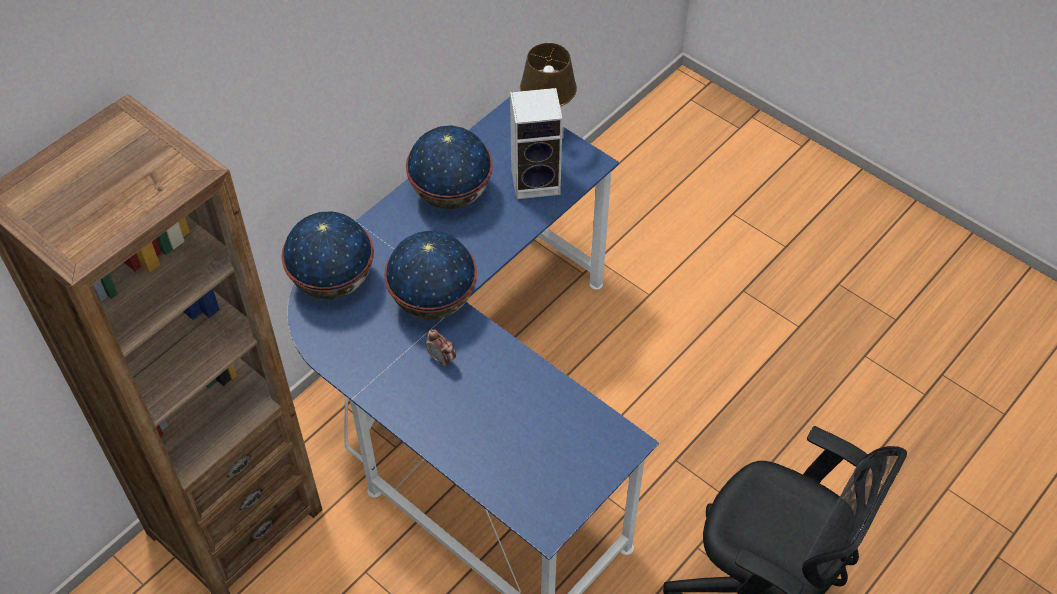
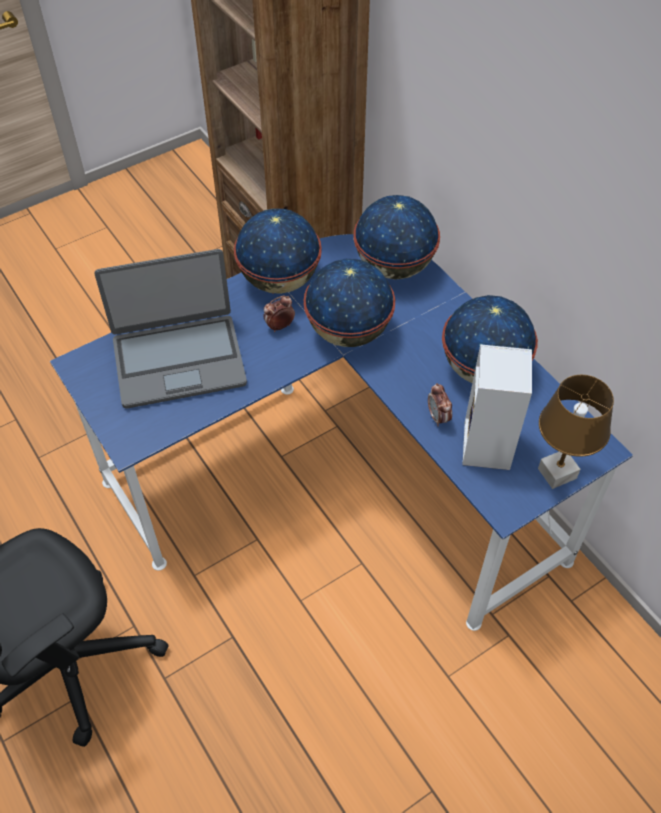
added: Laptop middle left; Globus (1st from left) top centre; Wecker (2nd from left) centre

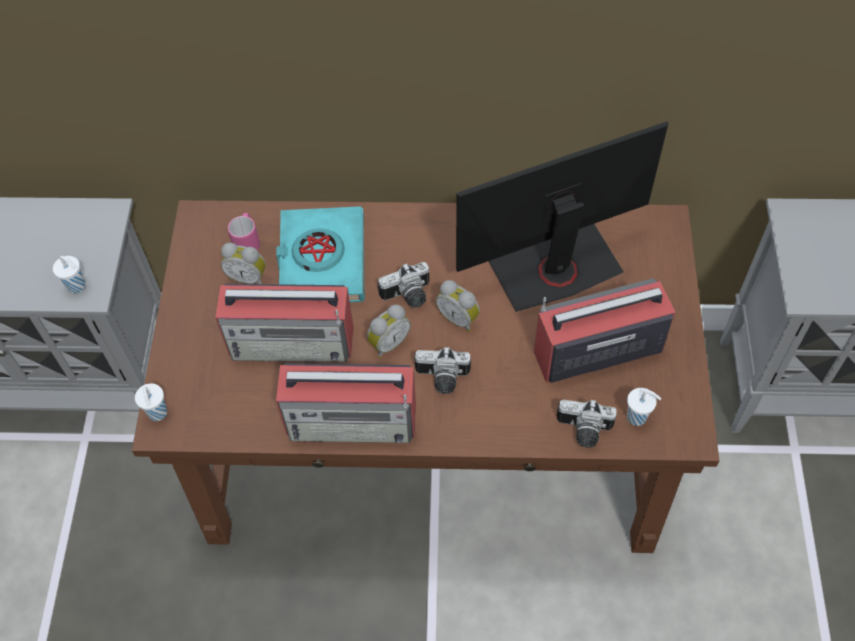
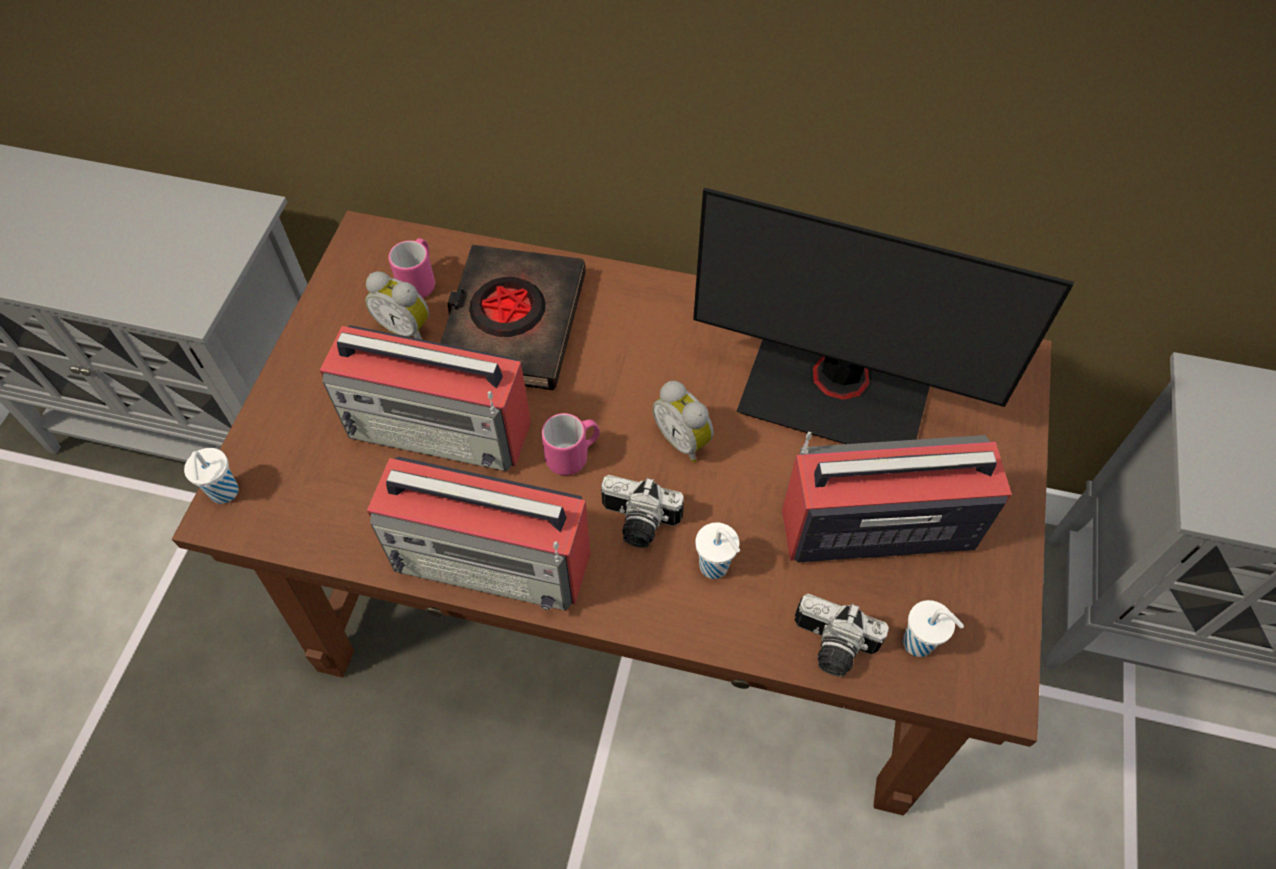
removed: Kamera (1st from left) centre
moved: Tasse (weiß) (1st from left in the first image) middle left to Tasse (weiß) (2nd from left) centre
replaced: Wecker (2nd from left) centre to Henkelbecher (rosa) (2nd from left) centre
recoloured: Buch (türkis) centre to Buch (schwarz) centre
turned: Monitor centre = middle right 150 degrees counterclockwise

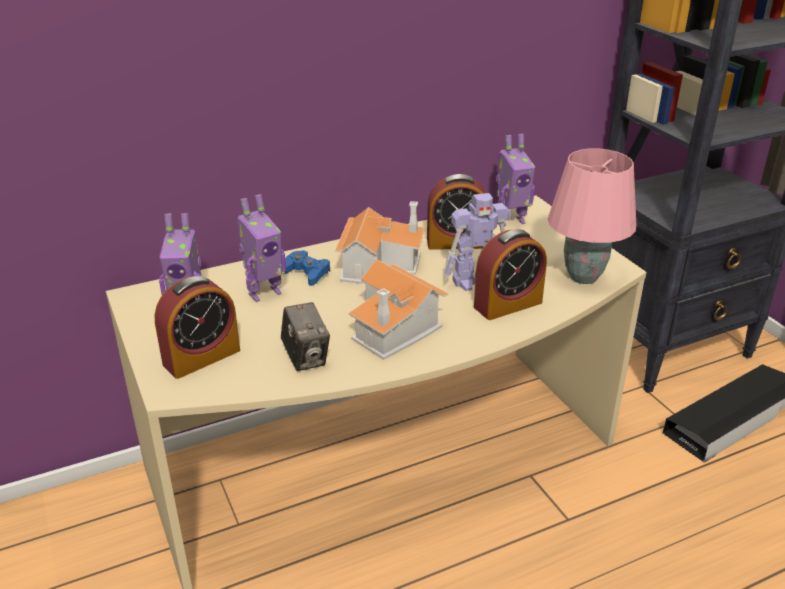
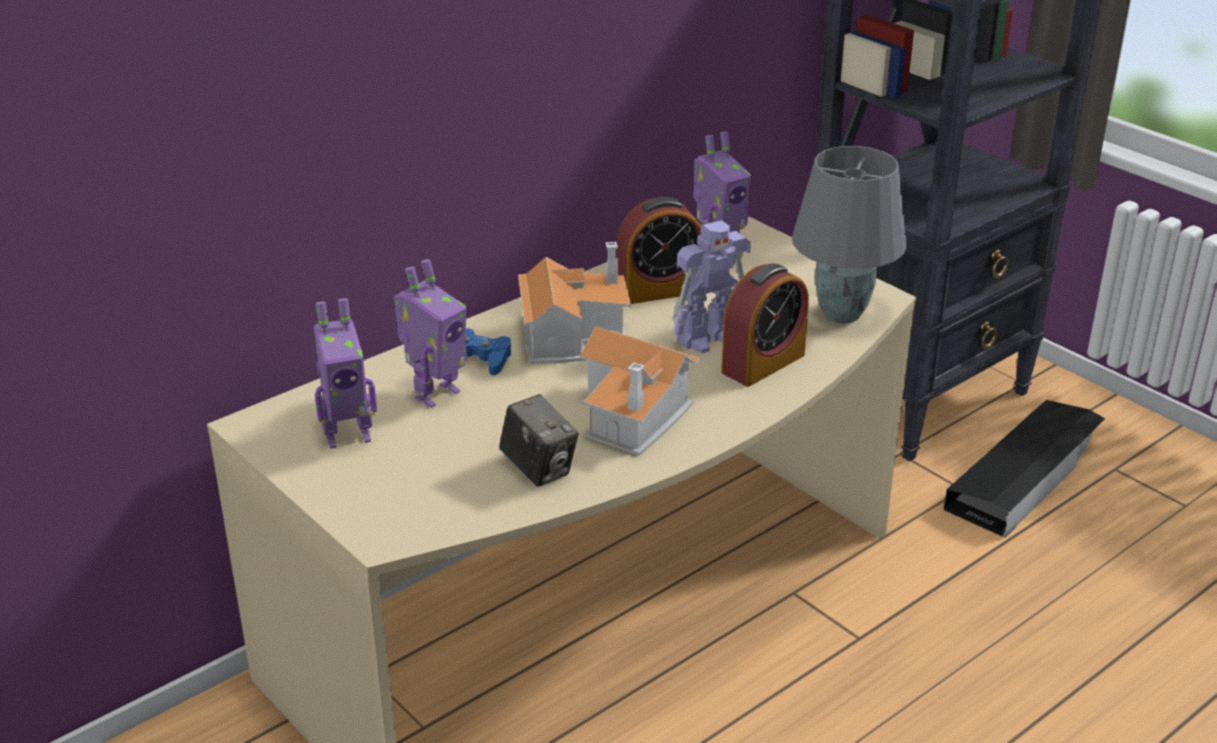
removed: Wecker (1st from left) middle left
recoloured: Tischlampe (rosa) middle right to Tischlampe (grau) top right

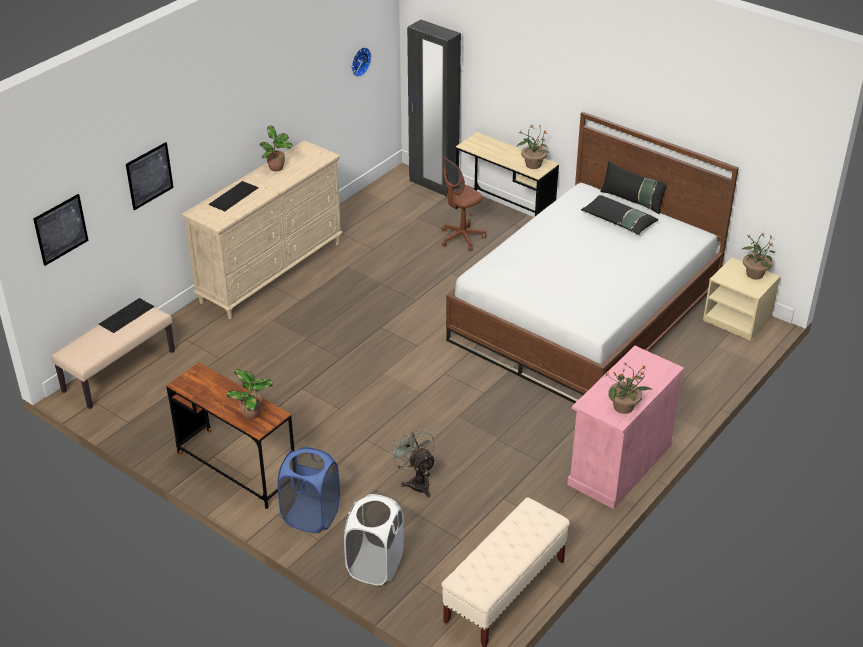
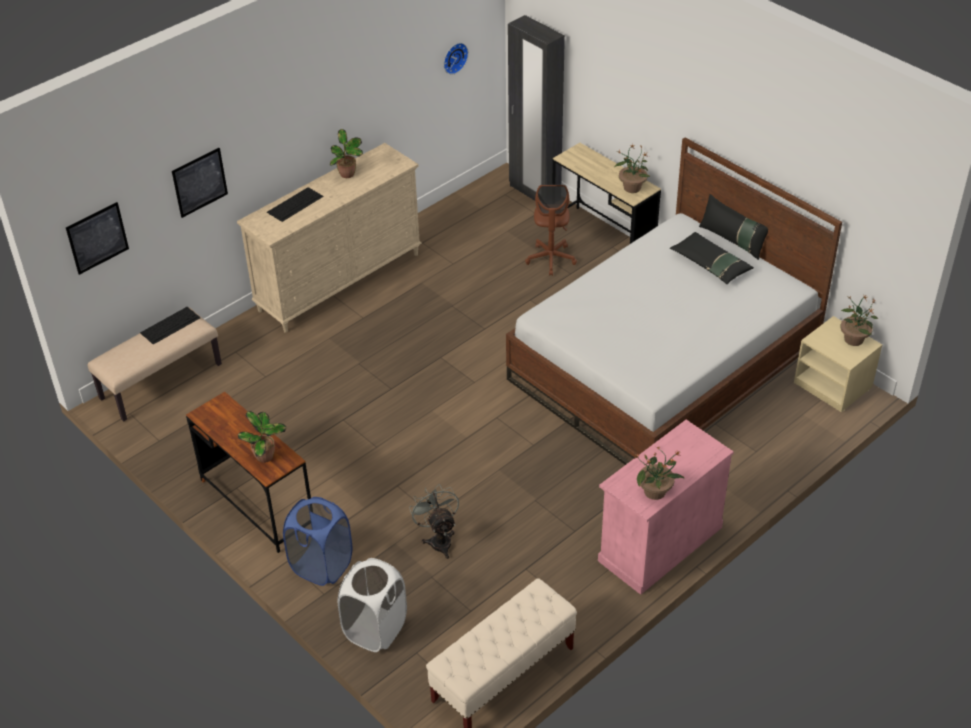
turned: Bürostuhl (braun) top centre = top centre 60 degrees counterclockwise

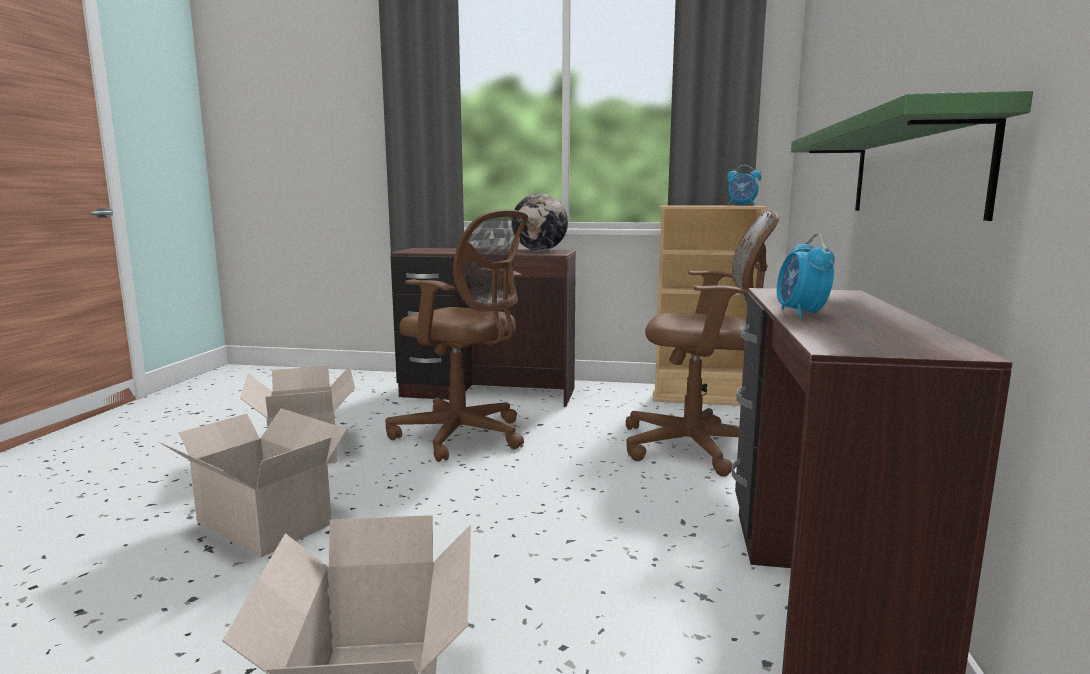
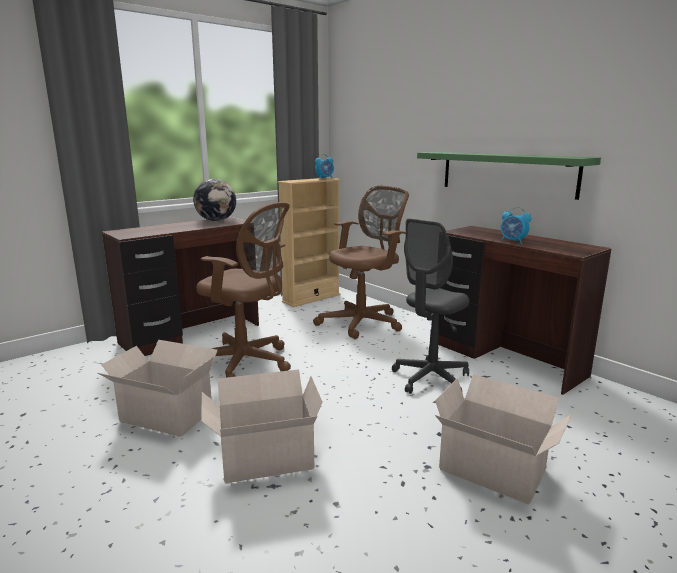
added: Bürostuhl (grau) centre
turned: Bürostuhl (braun) (1st from left) centre = centre 45 degrees clockwise

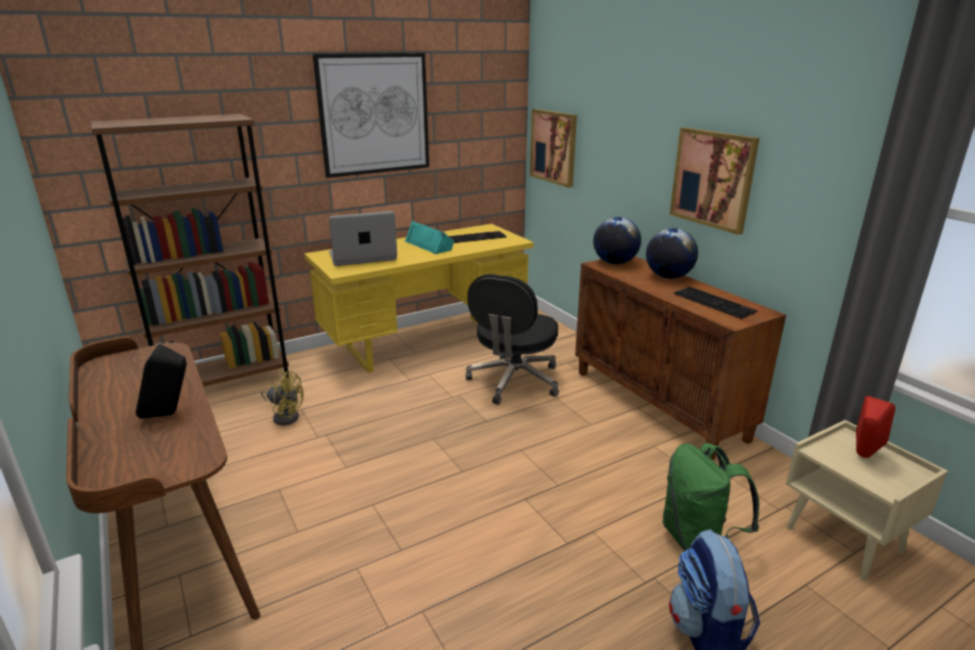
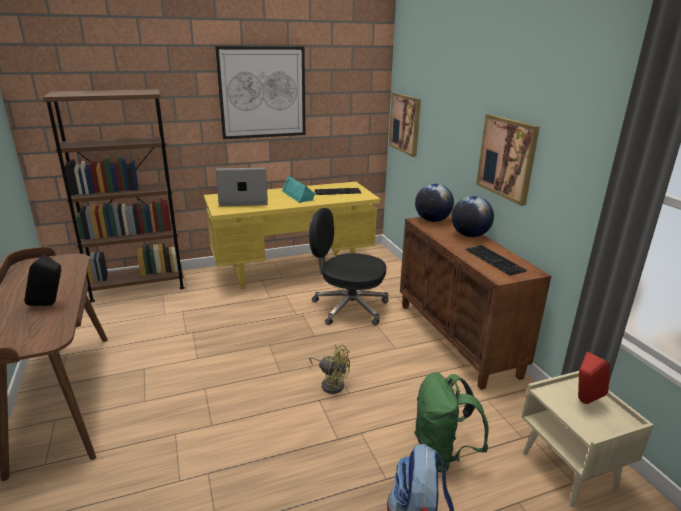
moved: Ventilator (gelb) middle left to bottom centre
turned: Bürostuhl (schwarz) centre = centre 75 degrees clockwise

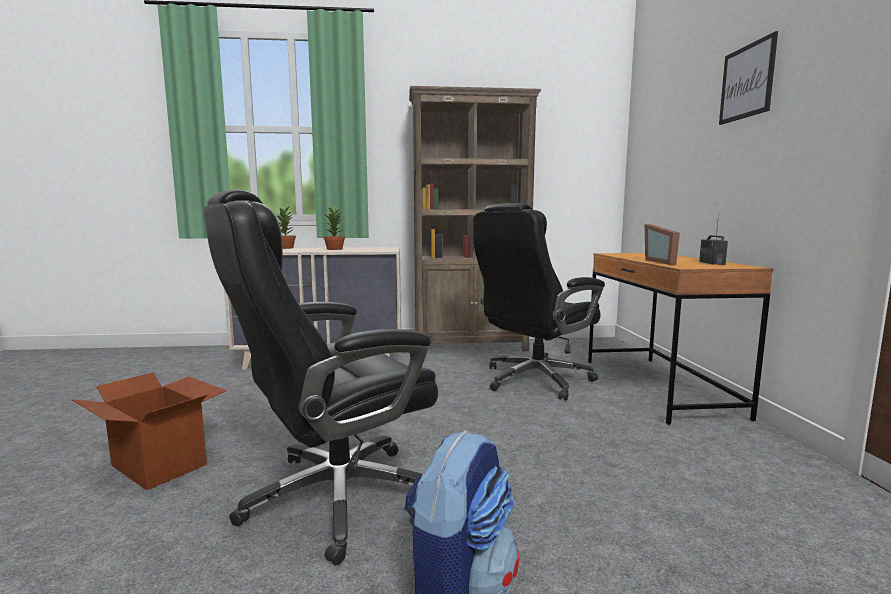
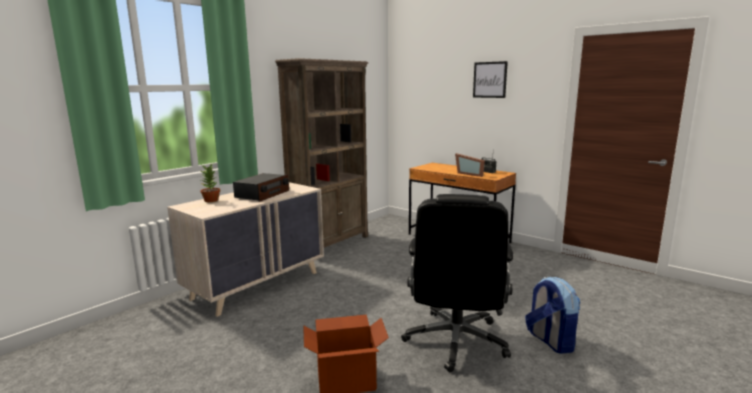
removed: Bürostuhl (schwarz) (2nd from left) centre
replaced: Topfpflanze (2nd from left) centre to Radio (1st from left) centre

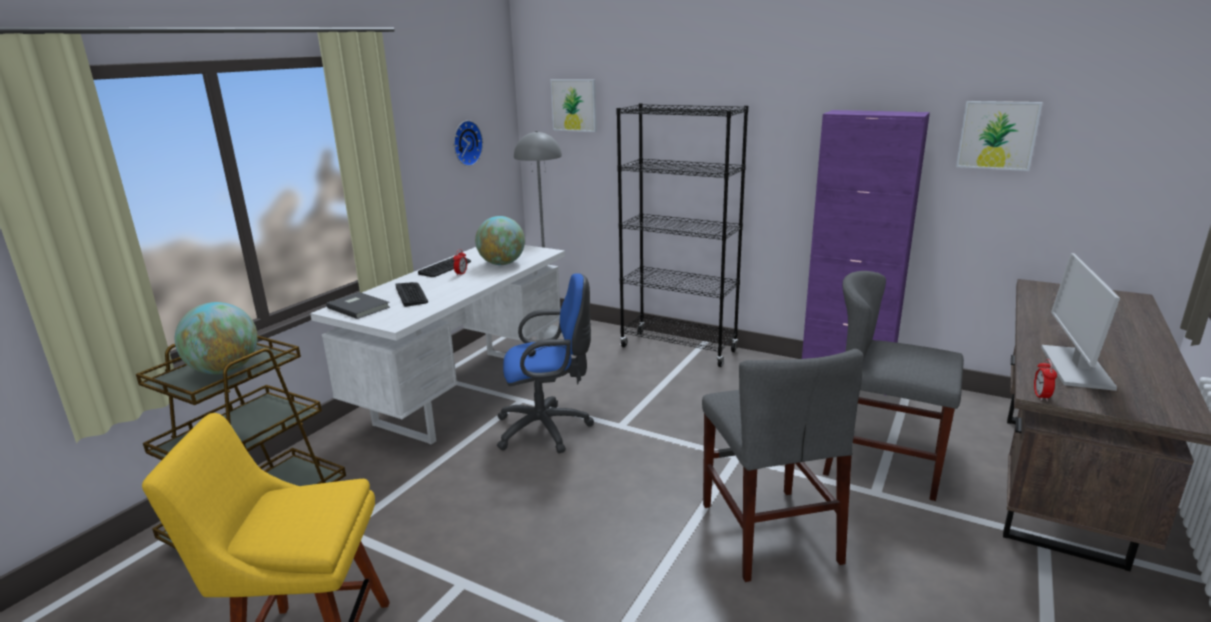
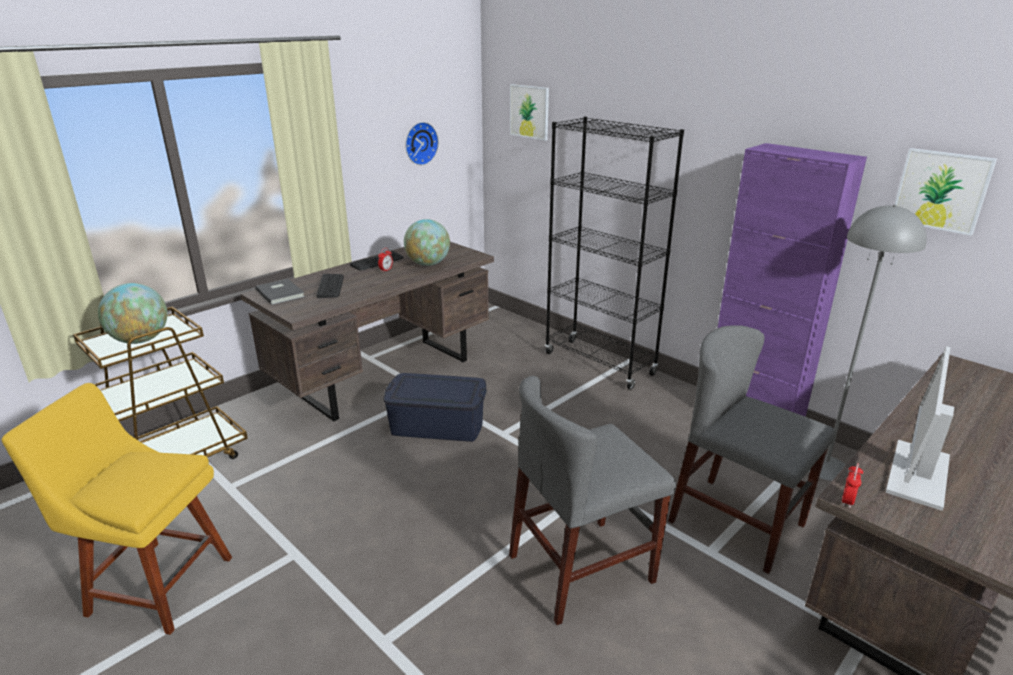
moved: Stehlampe (grau) centre to middle right
replaced: Bürostuhl (blau) centre to Aufbewahrungsbox (blau) centre
recoloured: Schreibtisch (weiß) centre to Schreibtisch (braun) (1st from left) centre
turned: Stuhl (grau) (1st from left) bottom centre = bottom centre 60 degrees clockwise

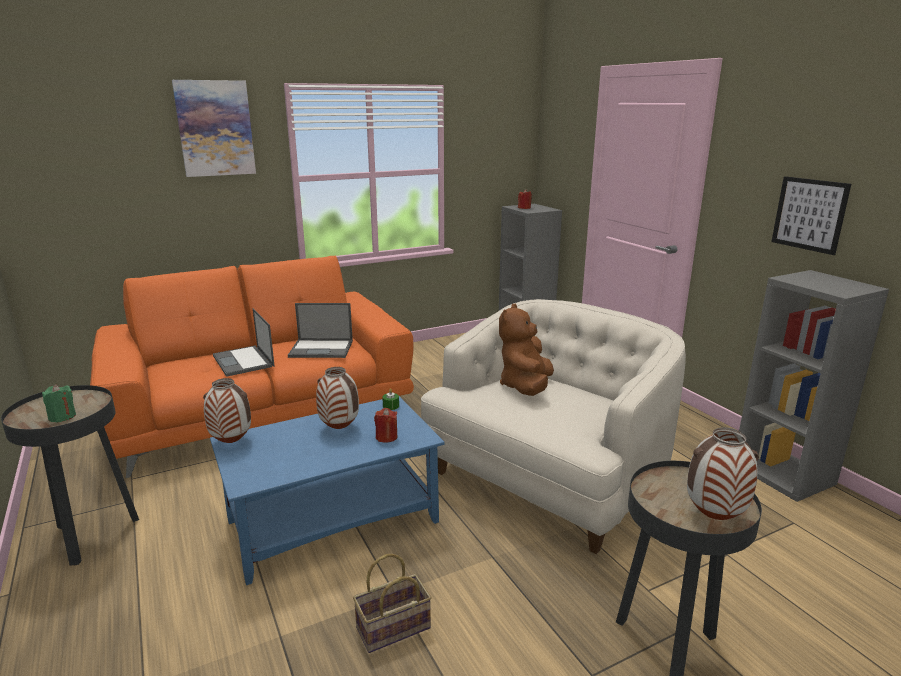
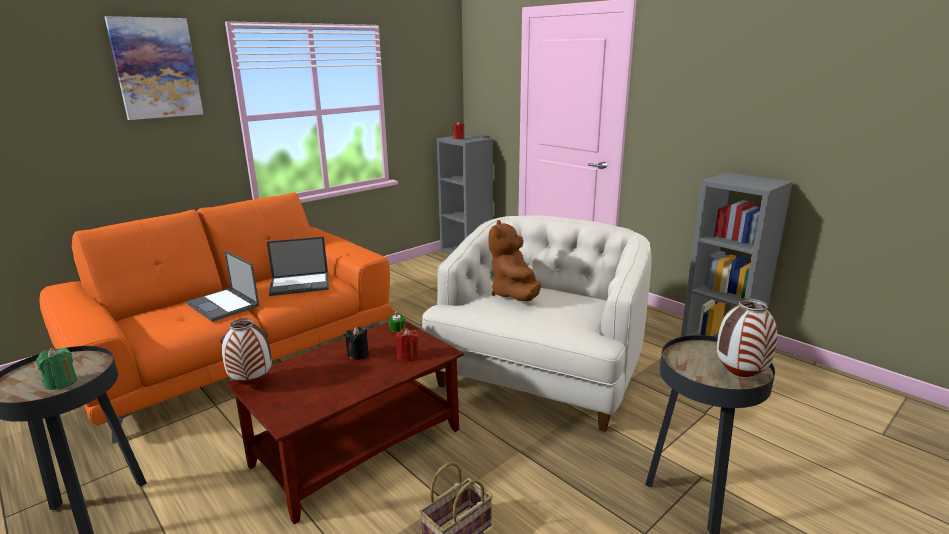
removed: Bild (2nd from left) top right
replaced: Vase (2nd from left) centre to Kerze (schwarz) centre
recoloured: Couchtisch (blau) bottom centre to Couchtisch (braun) bottom centre

